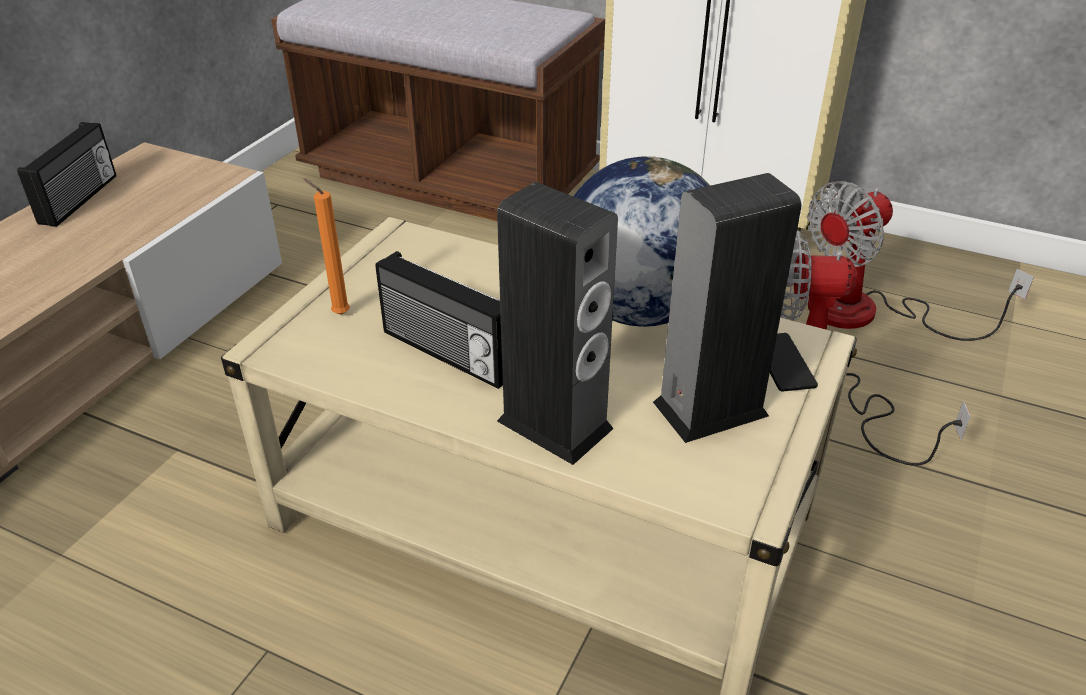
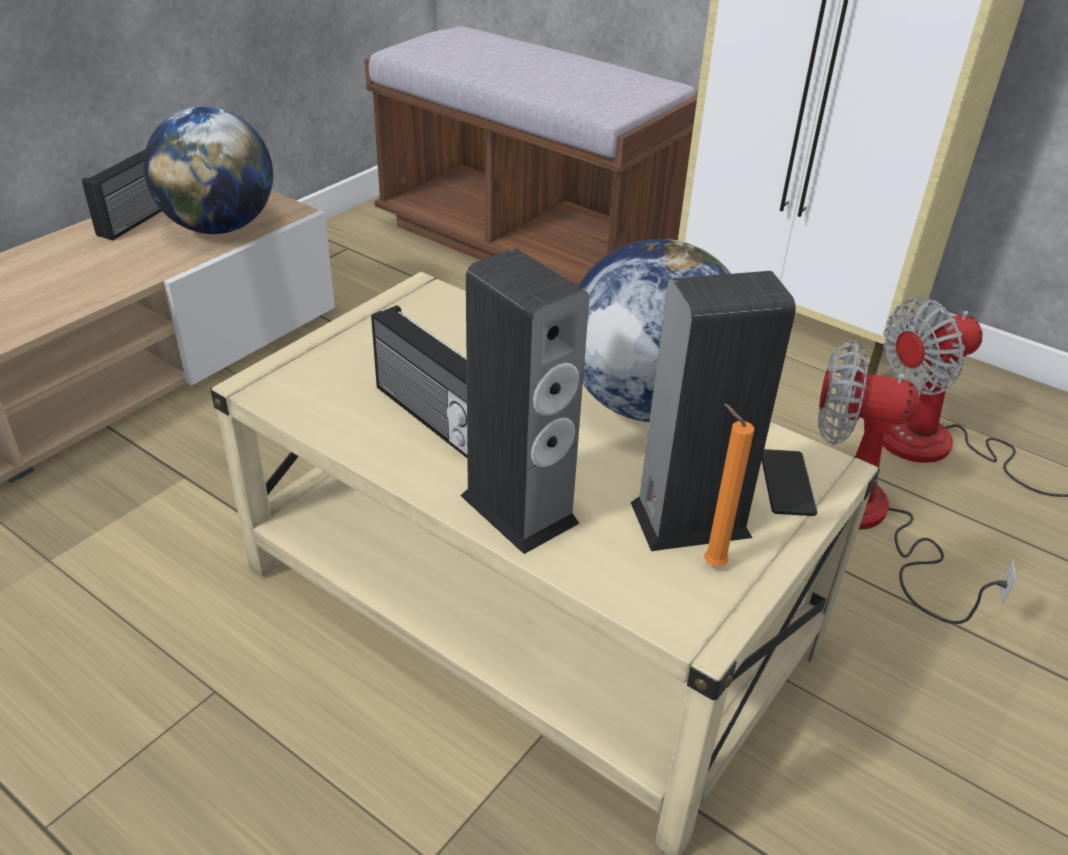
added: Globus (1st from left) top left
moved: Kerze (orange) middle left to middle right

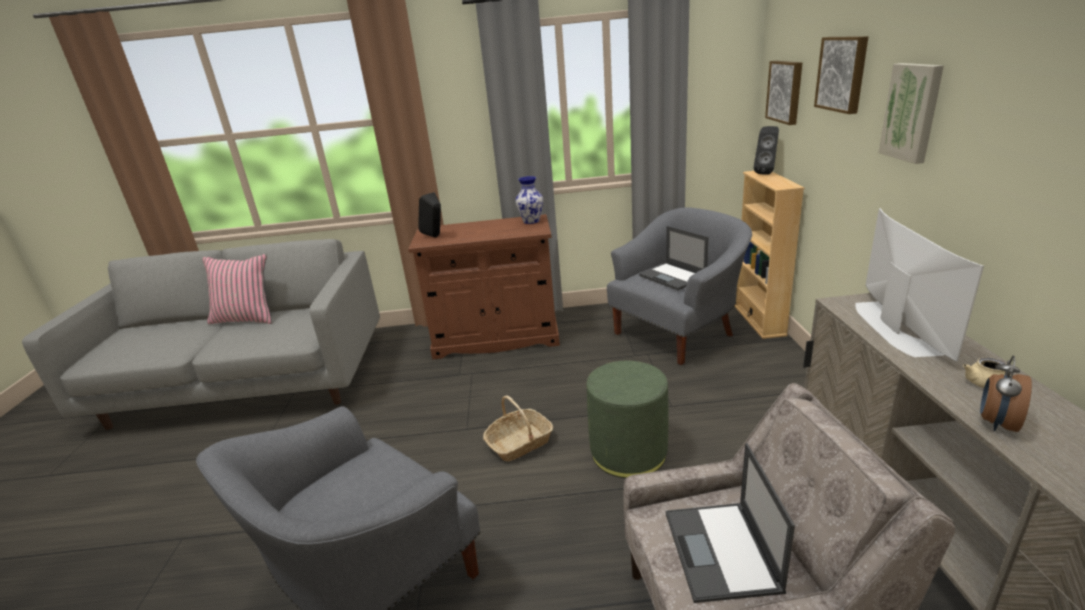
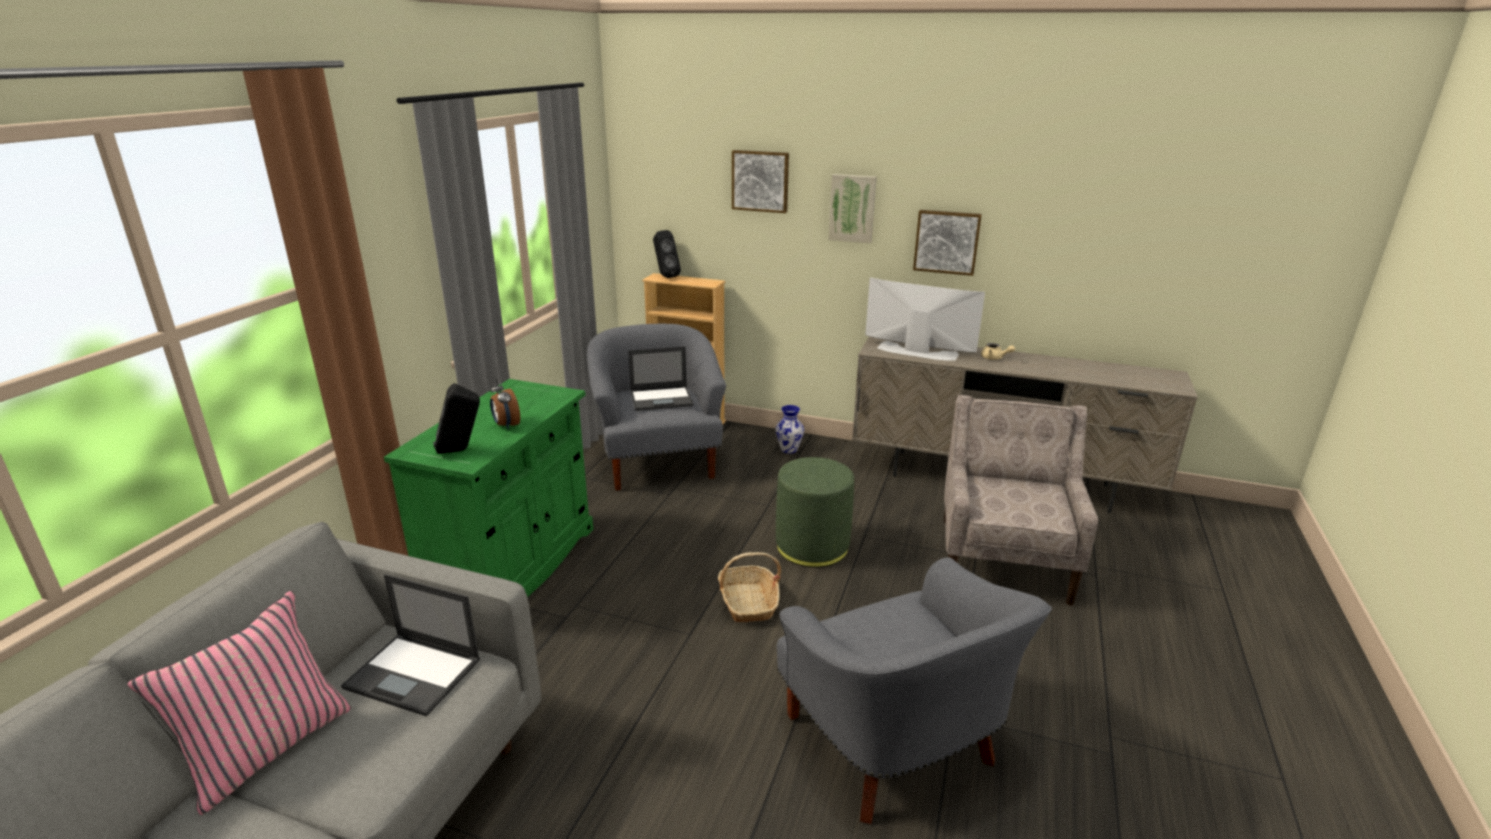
moved: Laptop (2nd from left in the first image) bottom right to Laptop (1st from left) bottom left; Wecker middle right to centre; Vase top centre to centre; Bild (1st from left in the first image) top right to Bild (3rd from left) top centre
recoloured: Schrank (braun) centre to Schrank (grün) middle left

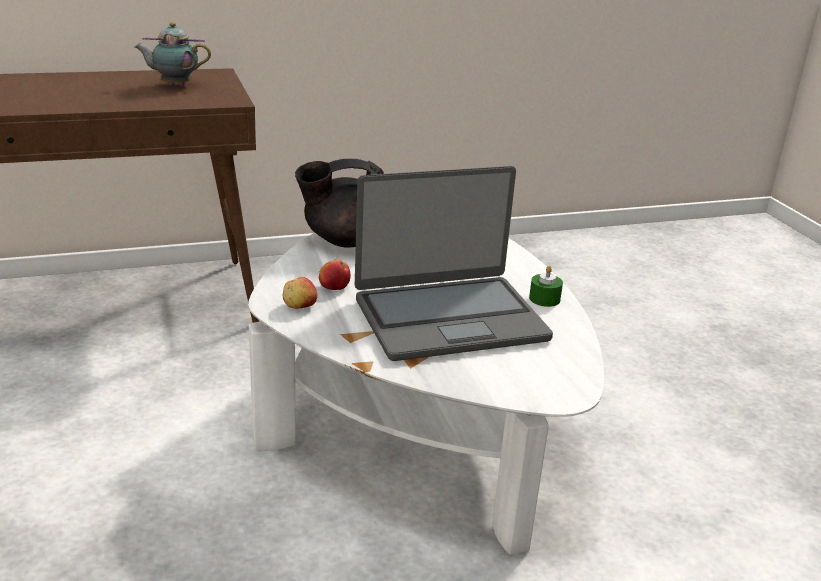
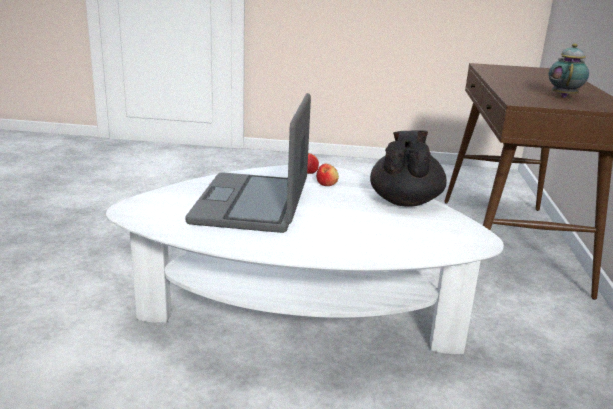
removed: Kerze (grün) centre

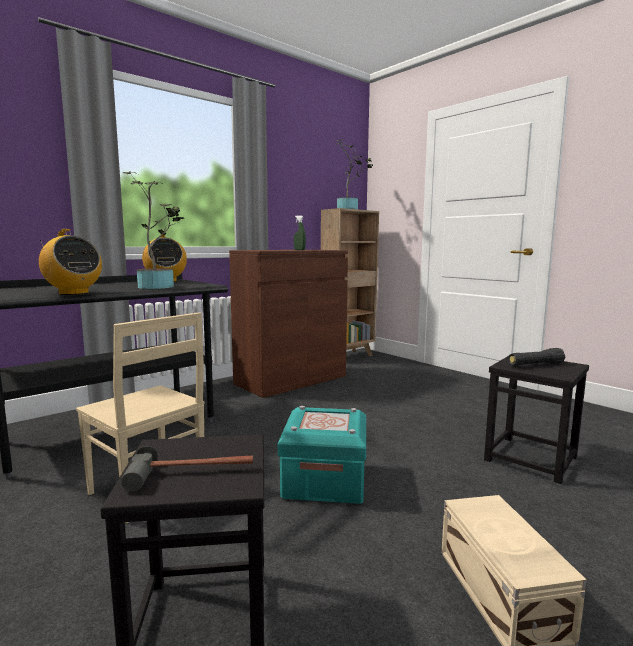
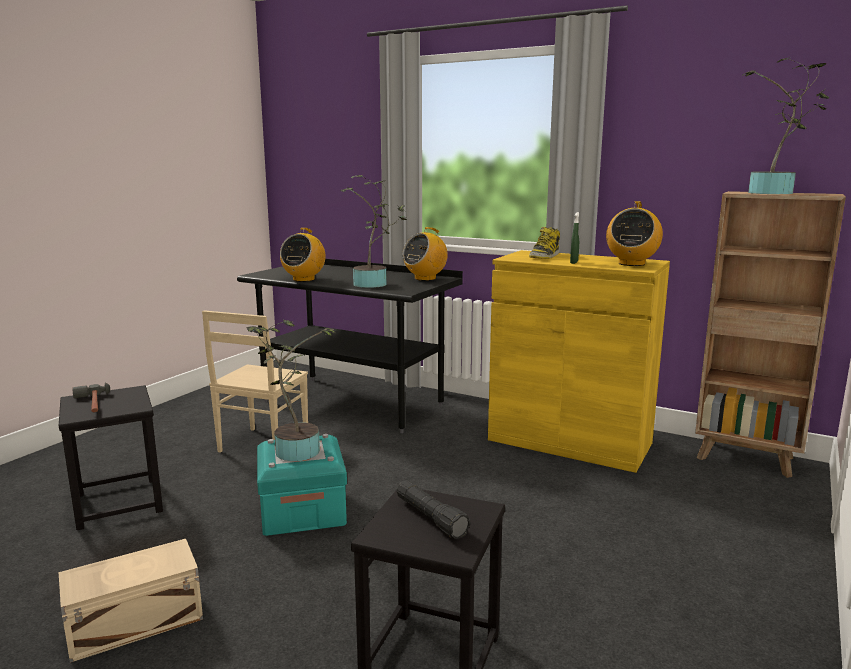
added: Topfpflanze (1st from left) centre; Stiefel centre; Radio (3rd from left) middle right
recoloured: Schrank (braun) centre to Schrank (gelb) middle right

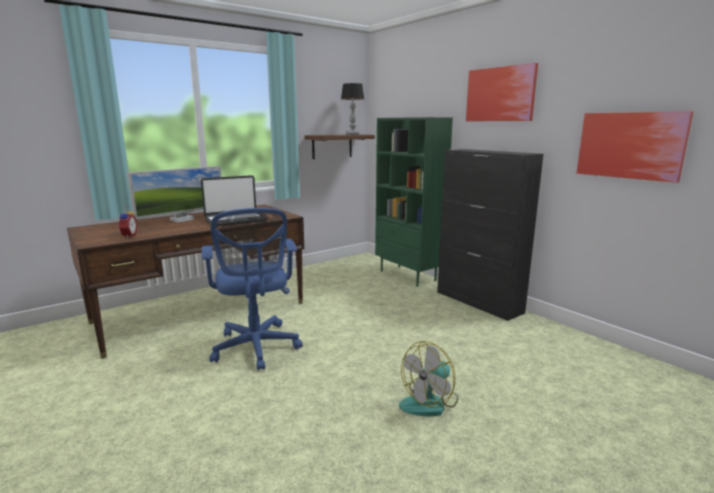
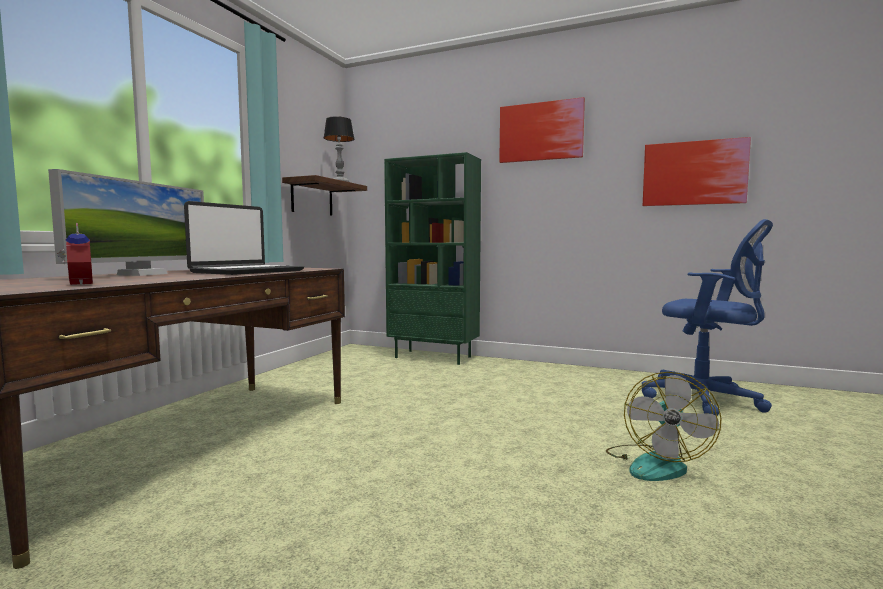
removed: Schrank (schwarz) middle right
moved: Bürostuhl (blau) centre to middle right

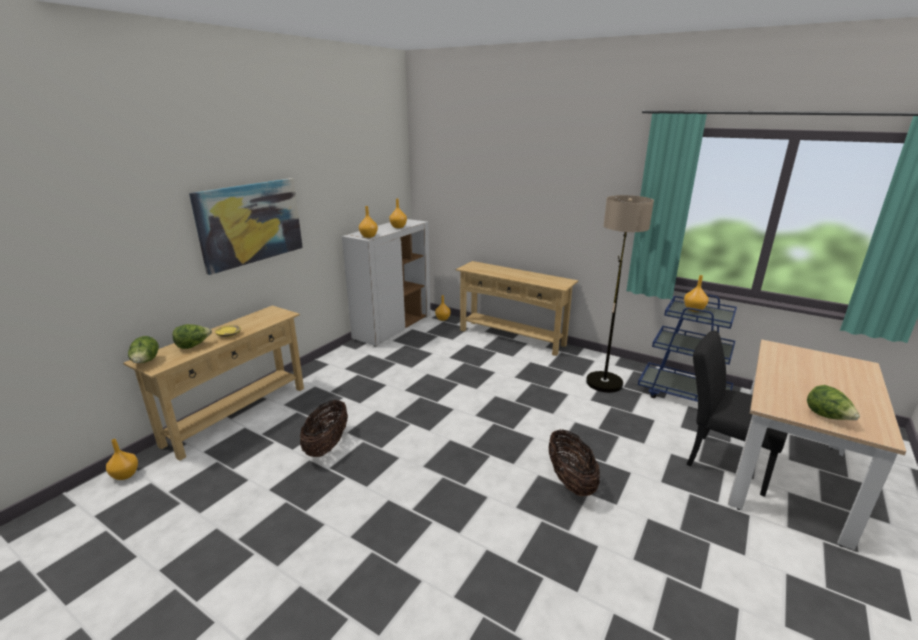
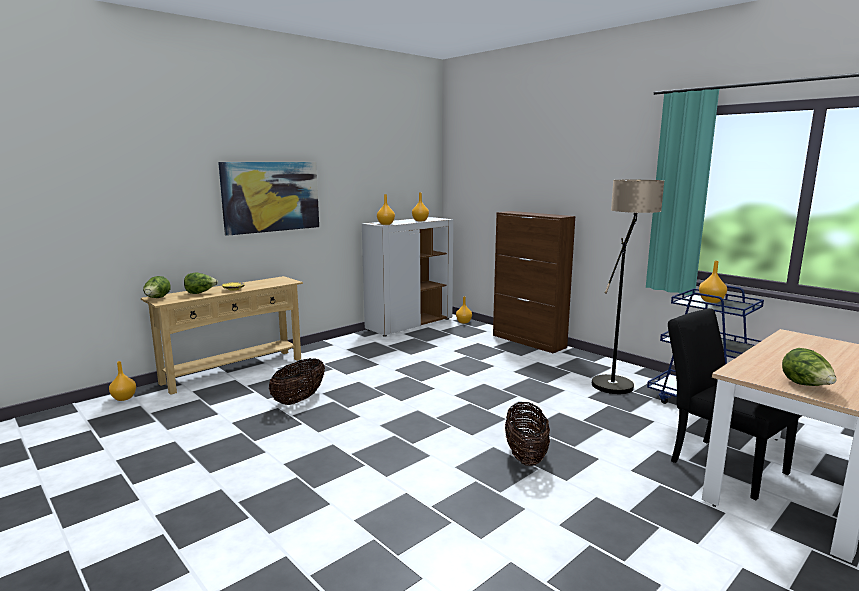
replaced: Konsolentisch (beige) (2nd from left) centre to Schrank (braun) centre

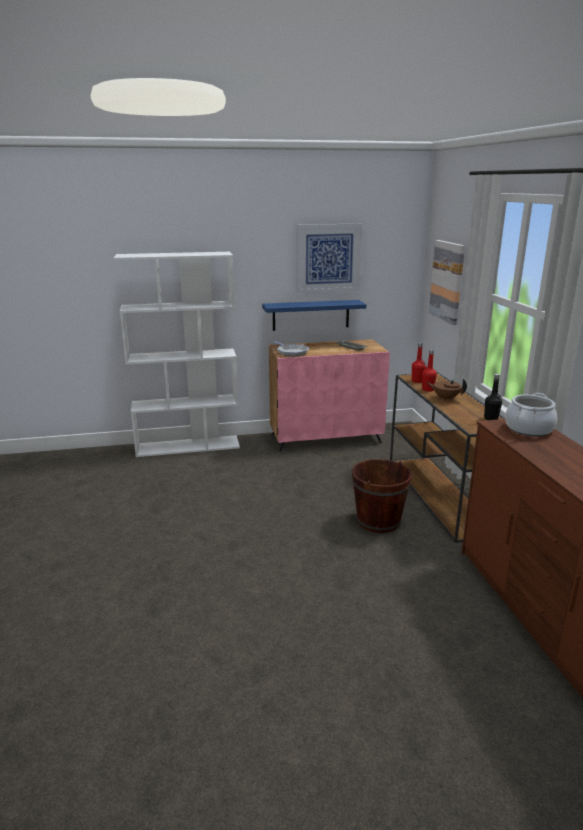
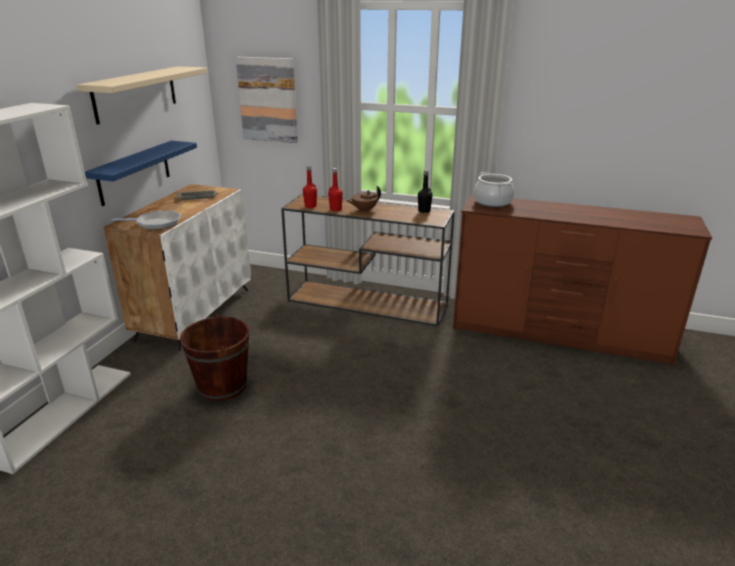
moved: Eimer (braun) centre to middle left
replaced: Bild (1st from left) top centre to Wandregal (beige) top left
recoloured: Schrank (rosa) centre to Schrank (weiß) middle left

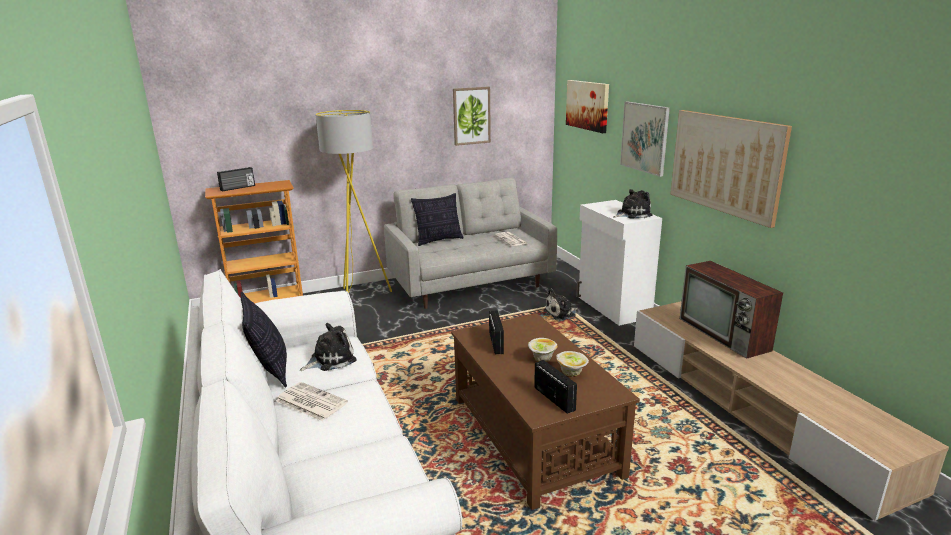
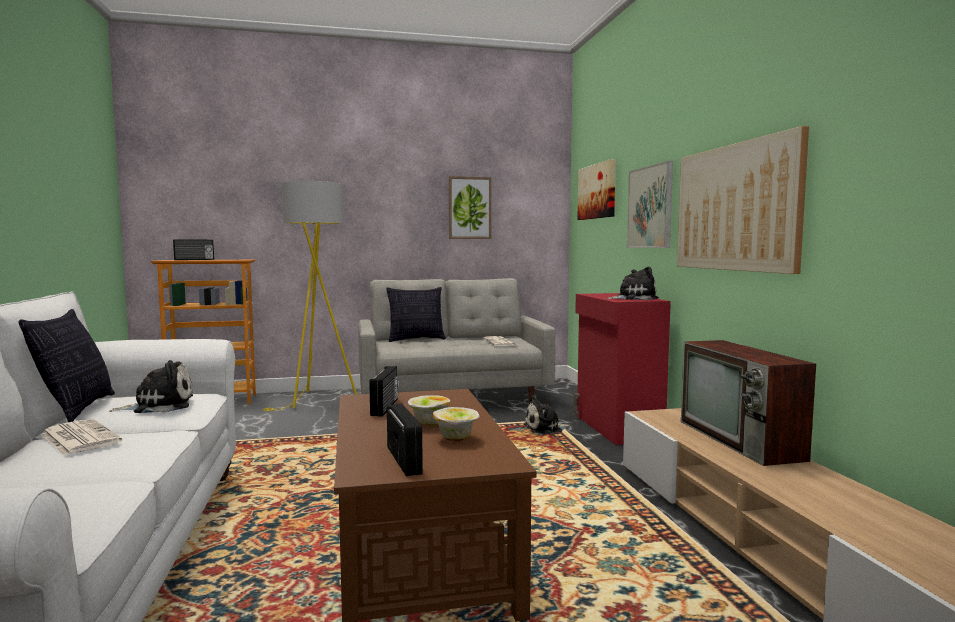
recoloured: Schrank (weiß) centre to Schrank (rot) centre

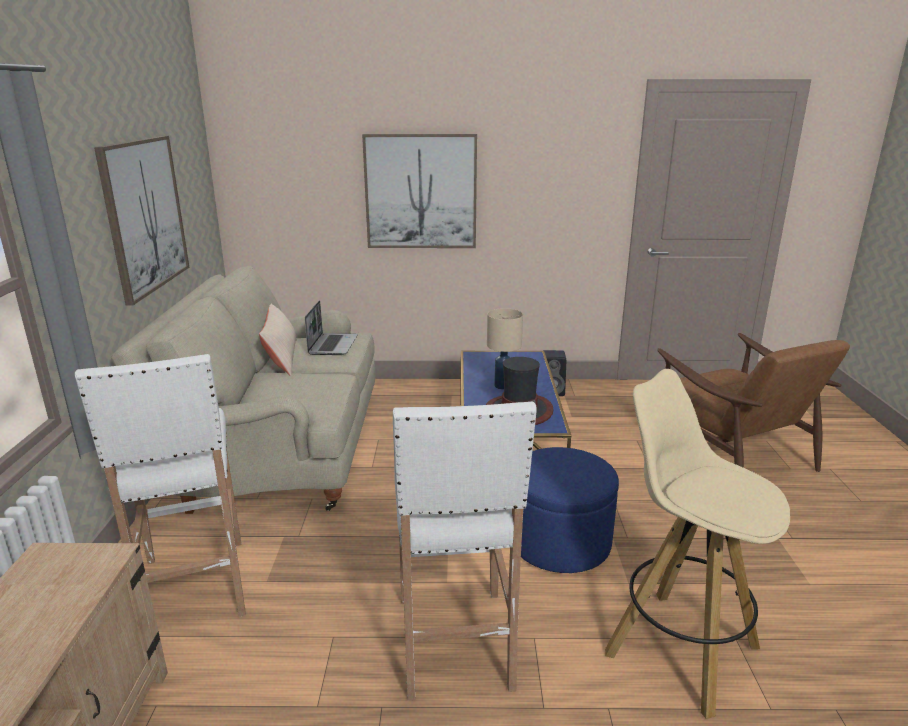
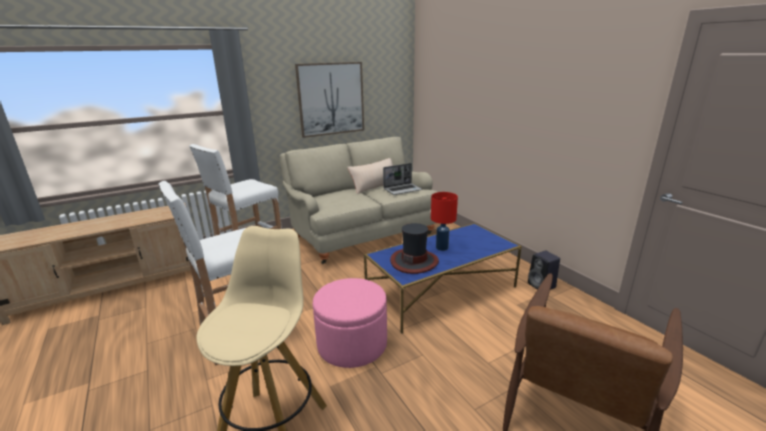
removed: Bild (2nd from left) top centre
recoloured: Polsterhocker (blau) bottom centre to Polsterhocker (rosa) bottom centre; Tischlampe (beige) centre to Tischlampe (rot) centre

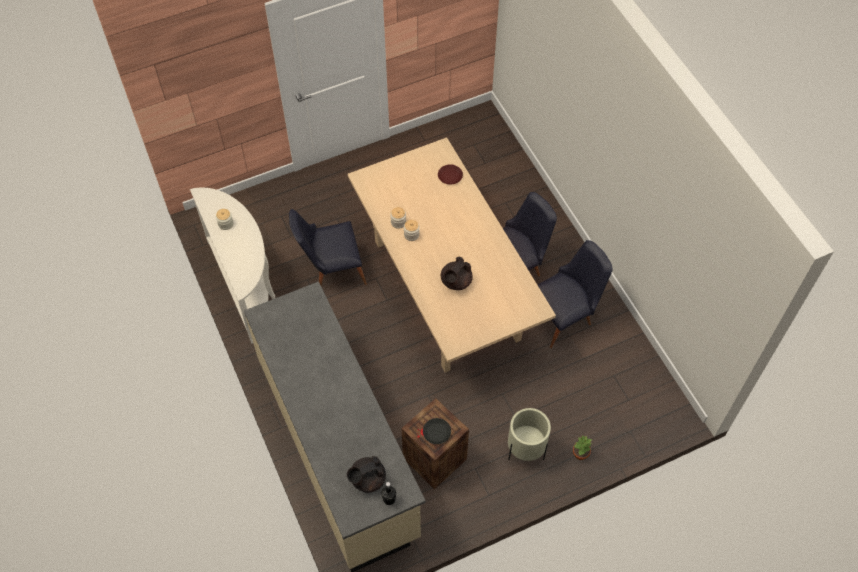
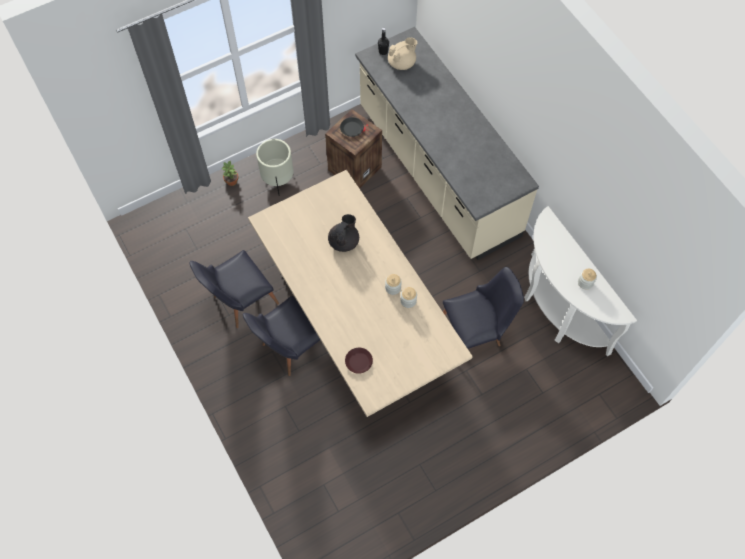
recoloured: Teekanne (schwarz) (1st from left) bottom centre to Teekanne (beige) top centre

